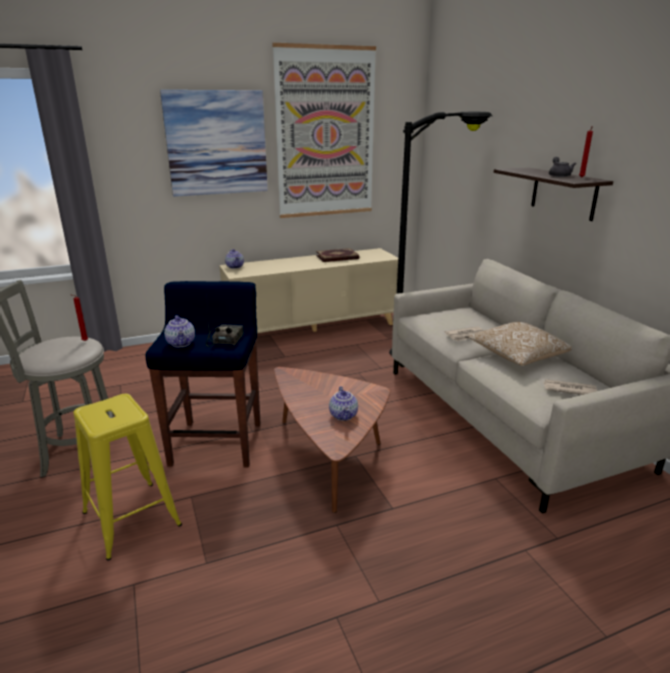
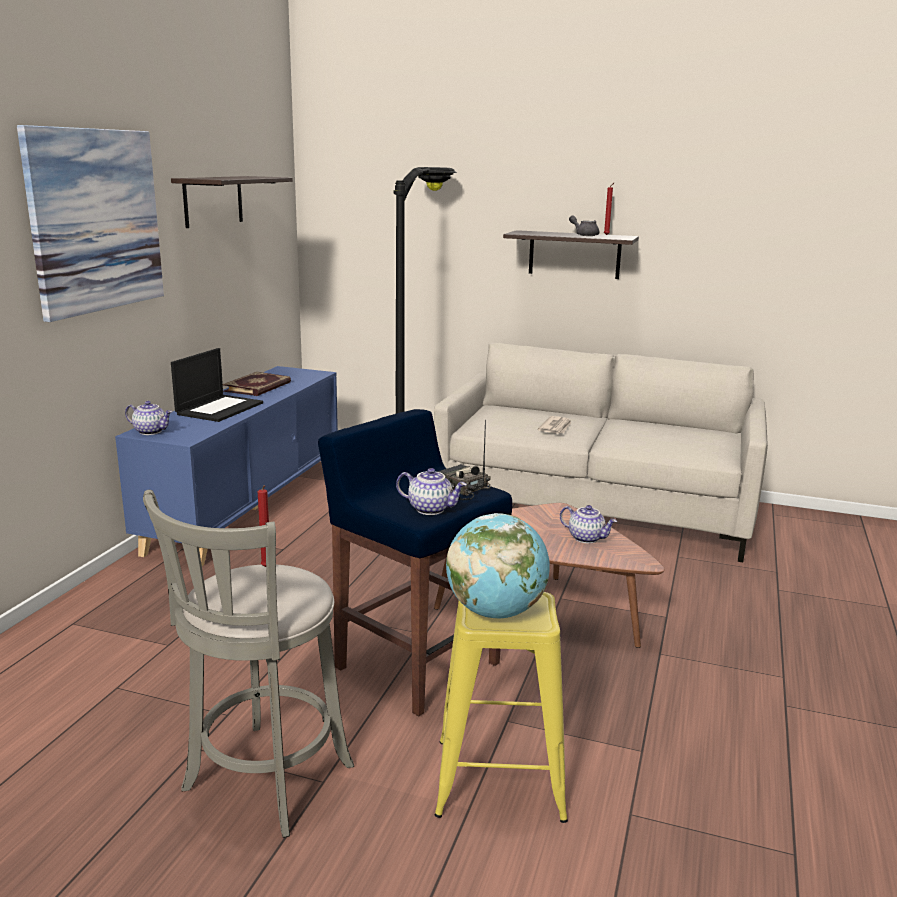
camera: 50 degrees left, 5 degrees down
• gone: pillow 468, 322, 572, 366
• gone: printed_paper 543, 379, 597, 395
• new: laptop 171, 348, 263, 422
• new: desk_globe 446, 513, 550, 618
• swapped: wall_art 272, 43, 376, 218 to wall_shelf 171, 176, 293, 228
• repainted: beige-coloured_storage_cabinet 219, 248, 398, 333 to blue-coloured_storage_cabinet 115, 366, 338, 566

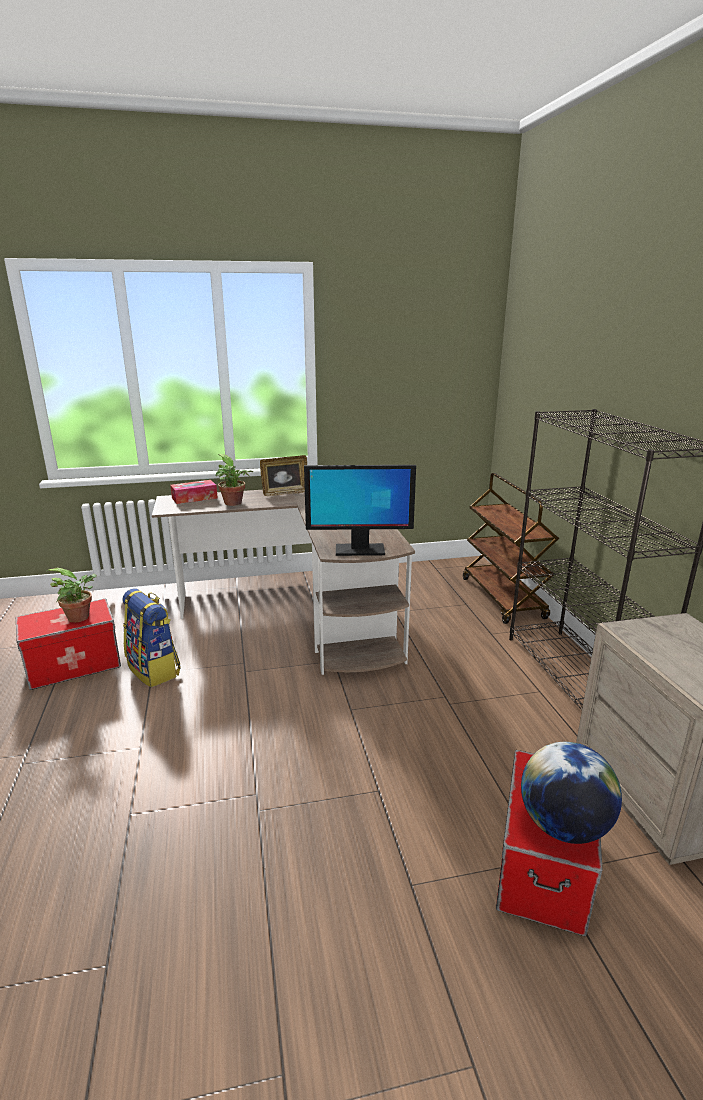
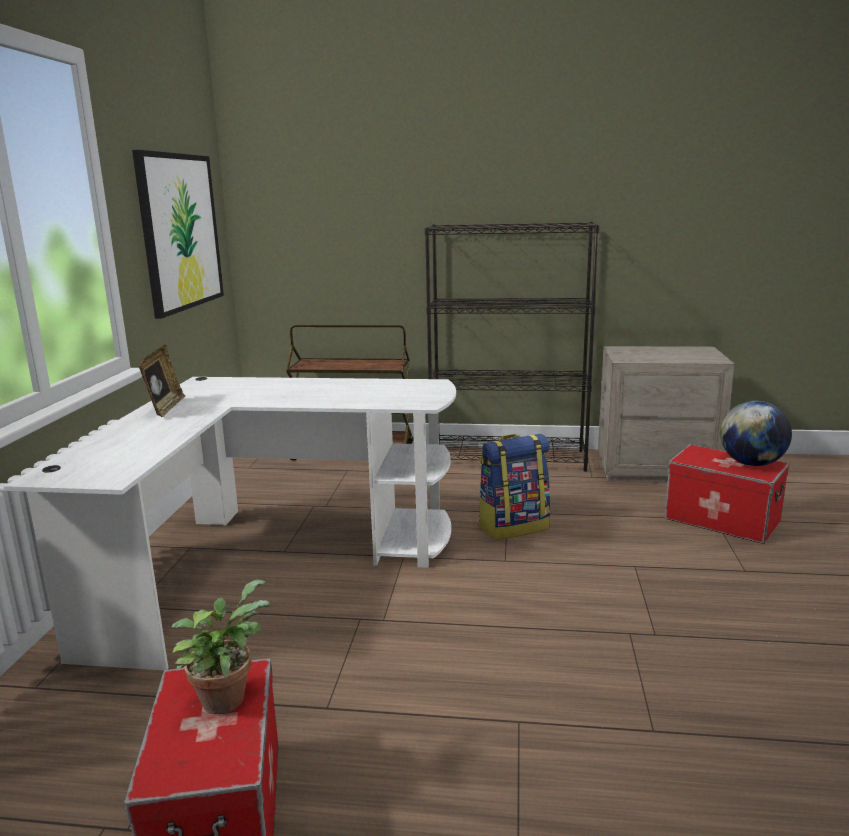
camera: 70 degrees left, 5 degrees down
• gone: tissue_box 170, 480, 218, 504
• gone: houseplant 216, 454, 253, 506
• gone: monitor 304, 465, 416, 556
• new: wall_art 132, 150, 224, 318
• shifted: backpack 123, 588, 181, 687 to 478, 434, 551, 540
• repainted: brown-coloured_desk_unit 152, 490, 415, 675 to whitish_desk_unit 3, 377, 456, 670

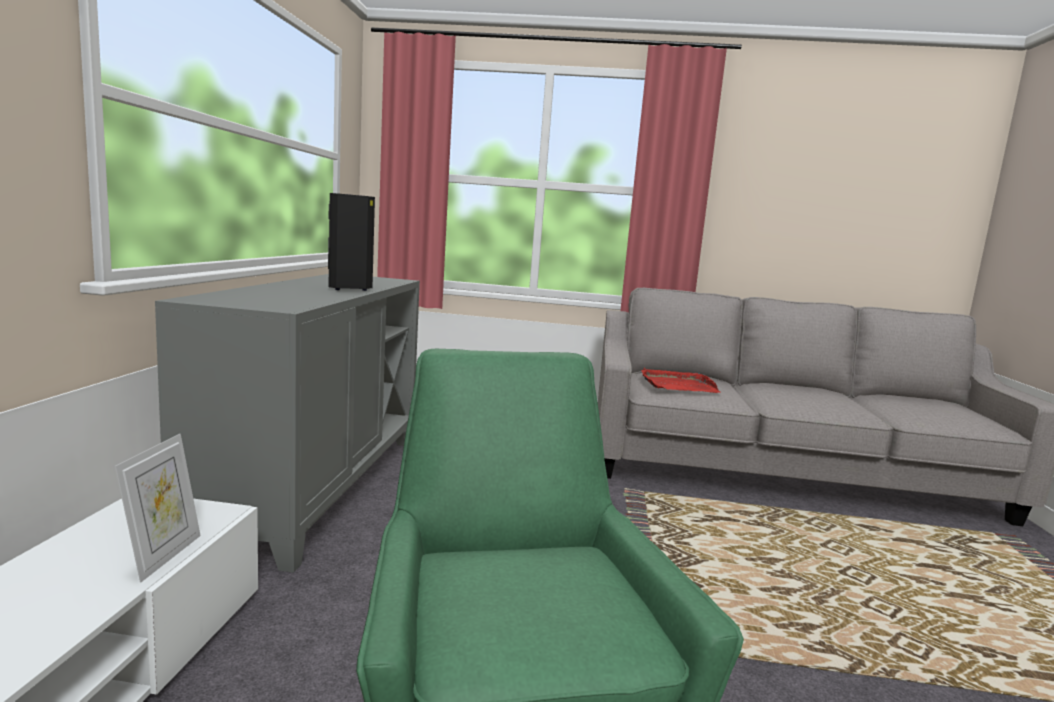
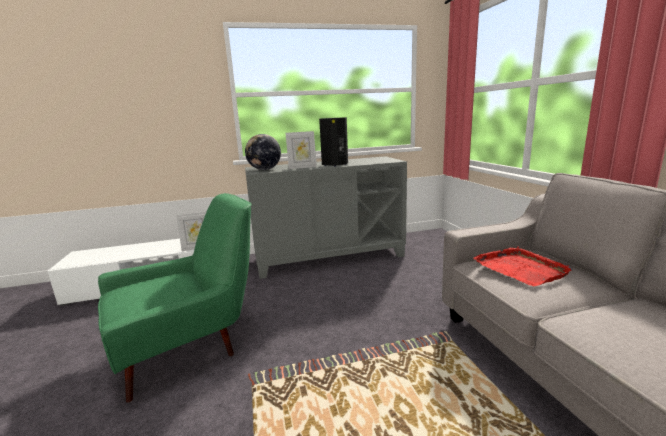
camera: 70 degrees right, 5 degrees up
• new: desk_globe 245, 134, 281, 170
• new: photo_frame 285, 131, 317, 169

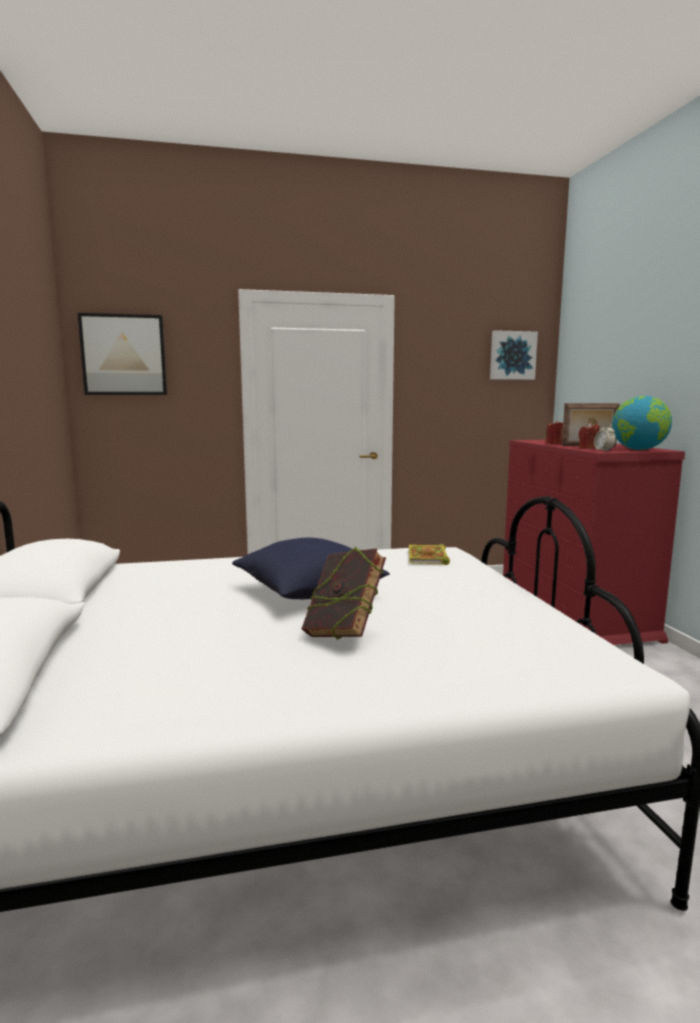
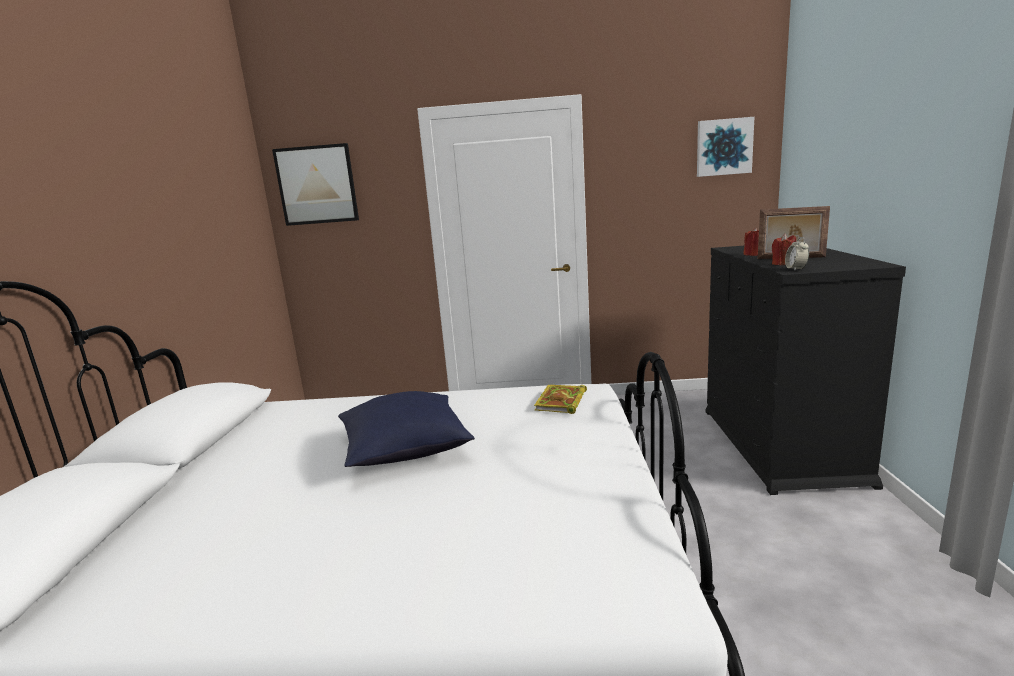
camera: 15 degrees right, 5 degrees up
• gone: bound_book 301, 547, 386, 640
• gone: desk_globe 612, 396, 672, 450
• repainted: red_dresser 503, 440, 685, 645 to blackish_dresser 706, 246, 906, 495

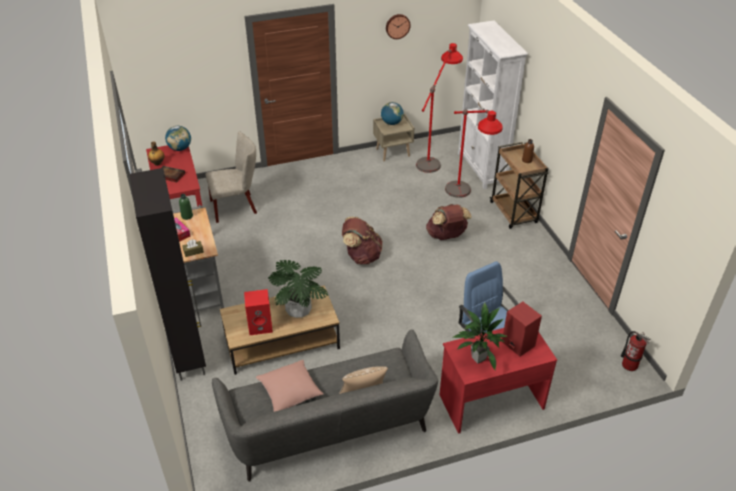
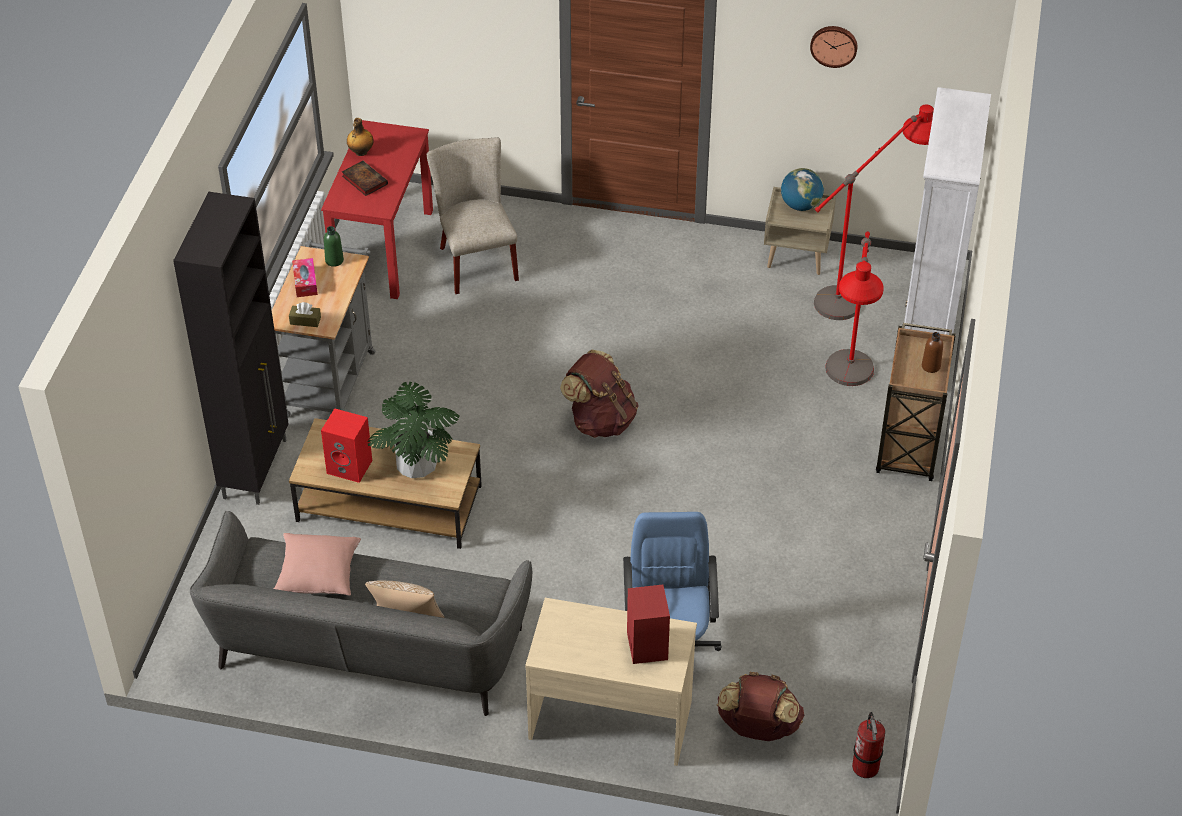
camera: 30 degrees right, 5 degrees up
• gone: desk_globe 165, 126, 191, 151
• gone: houseplant 453, 303, 507, 370
• shifted: brown-coloured_backpack 426, 204, 472, 240 to 717, 672, 804, 741
• repainted: red_desk_unit 439, 328, 557, 434 to beige-coloured_desk_unit 525, 598, 697, 766
• rotated: beige-coloured_chair 206, 131, 257, 223 = 427, 137, 519, 294 120 degrees counterclockwise

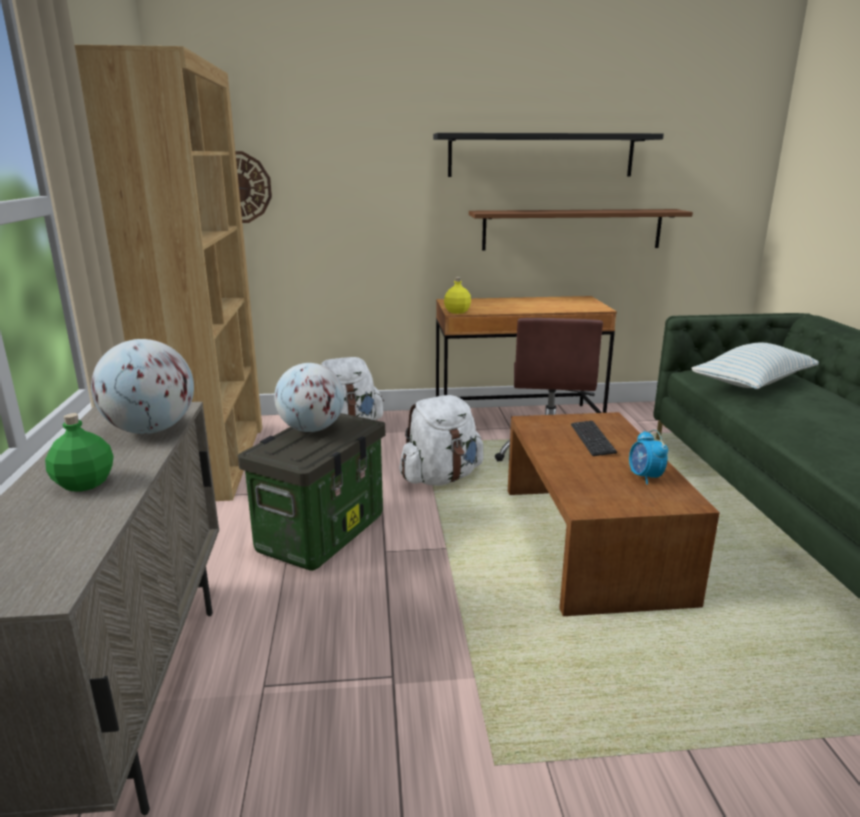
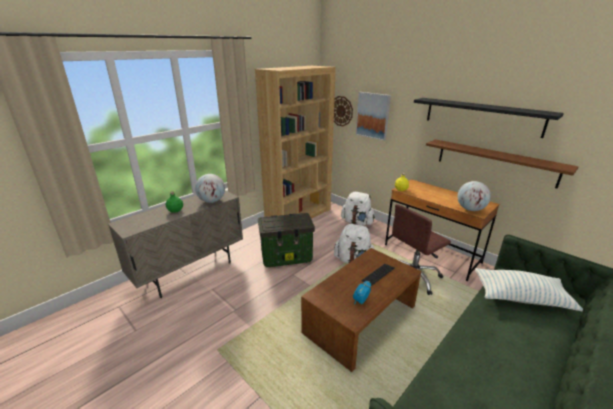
camera: 50 degrees right, 5 degrees up
• new: wall_art 356, 92, 391, 141
• shifted: desk_globe 274, 363, 344, 432 to 457, 181, 491, 211

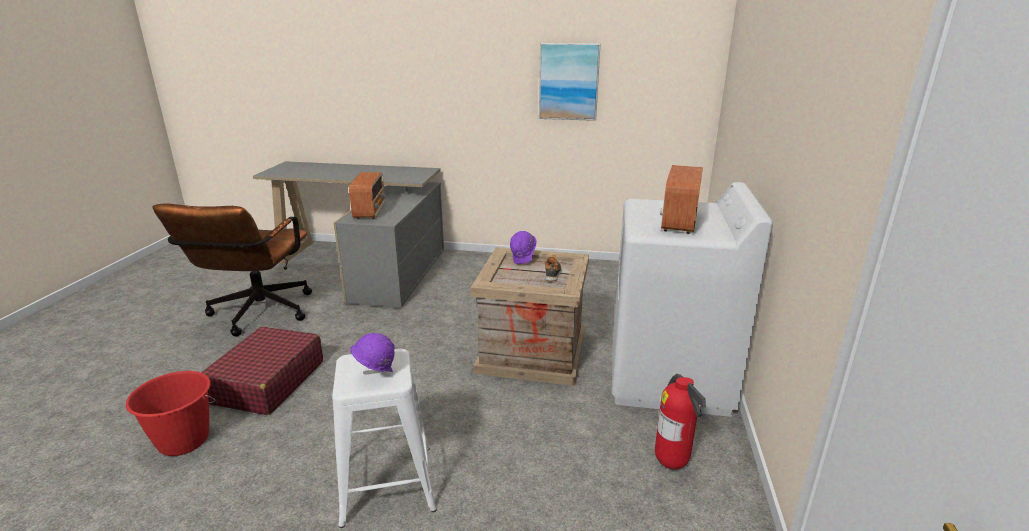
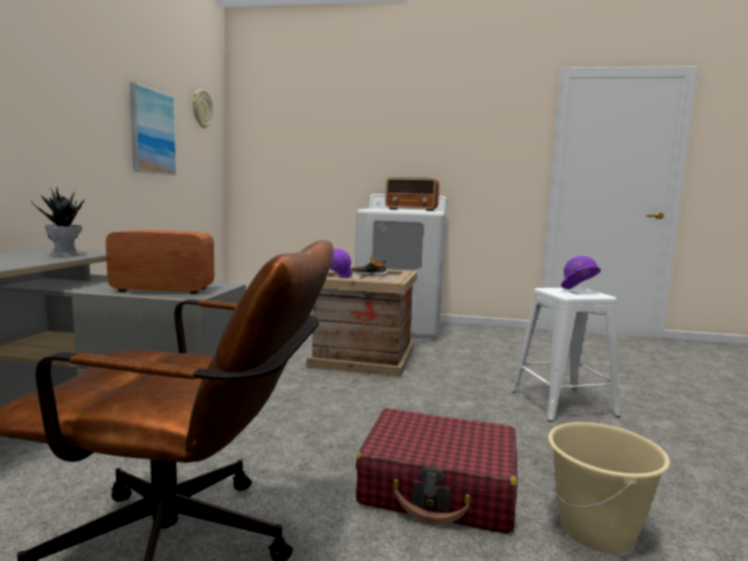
camera: 90 degrees left, 15 degrees down
• gone: fire-fighting_cylinder 655, 374, 706, 469
• new: houseplant 31, 187, 85, 256
• new: clock_on_the_wall 193, 89, 213, 128
• repainted: red_bucket 126, 371, 216, 456 to beige-coloured_bucket 548, 422, 670, 553

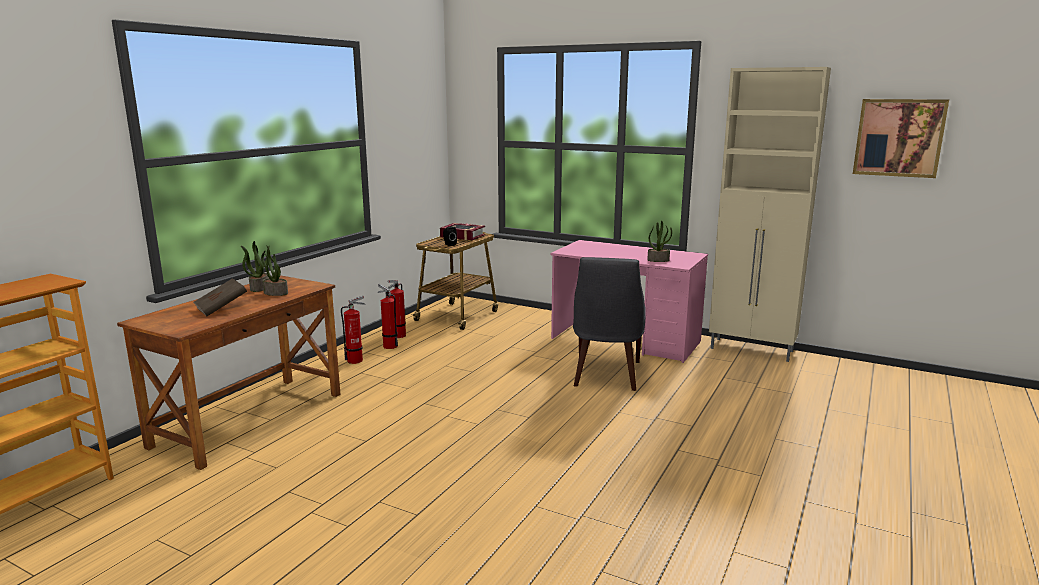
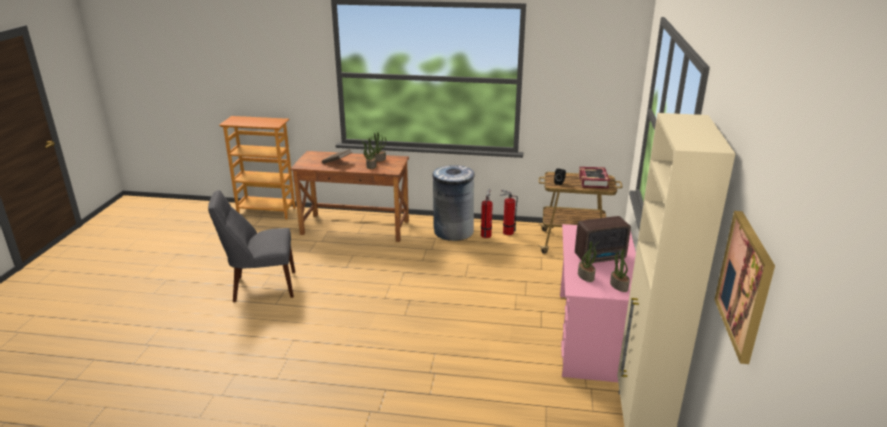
camera: 70 degrees right, 10 degrees up
• new: radio_receiver 575, 216, 631, 263
• new: houseplant 610, 249, 630, 292
• shifted: greyish_chair 573, 257, 646, 391 to 208, 190, 295, 302
• swapped: fire-fighting_cylinder 341, 296, 366, 364 to greyish_waste_bin 433, 165, 475, 241

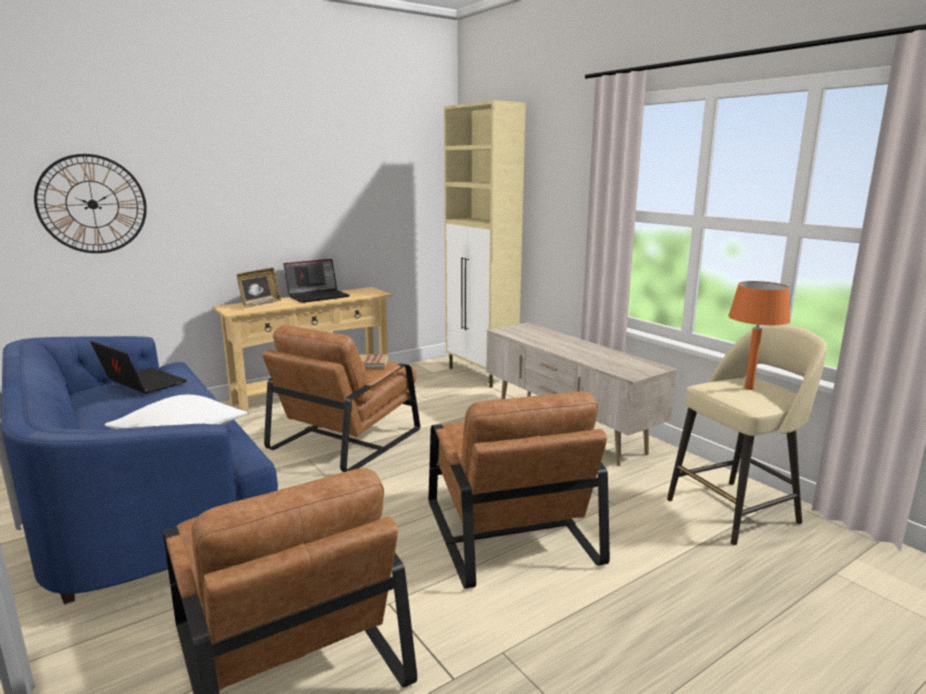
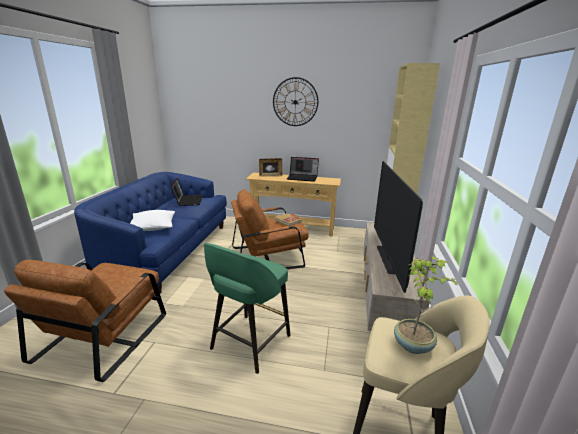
camera: 45 degrees right, 5 degrees up
• new: television 374, 161, 423, 293
• shifted: clock_on_the_wall 34, 154, 147, 253 to 273, 77, 318, 126
• swapped: brown-coloured_lounge_chair 428, 391, 610, 589 to green-coloured_stool_seat 204, 243, 290, 374
• swapped: orangey_lamp_for_a_table 728, 281, 791, 390 to houseplant 394, 256, 458, 354

